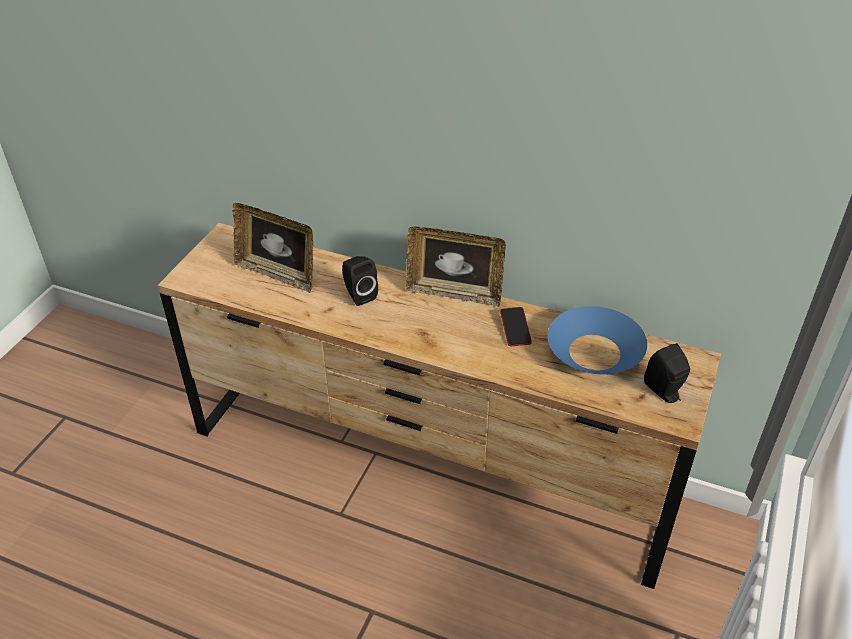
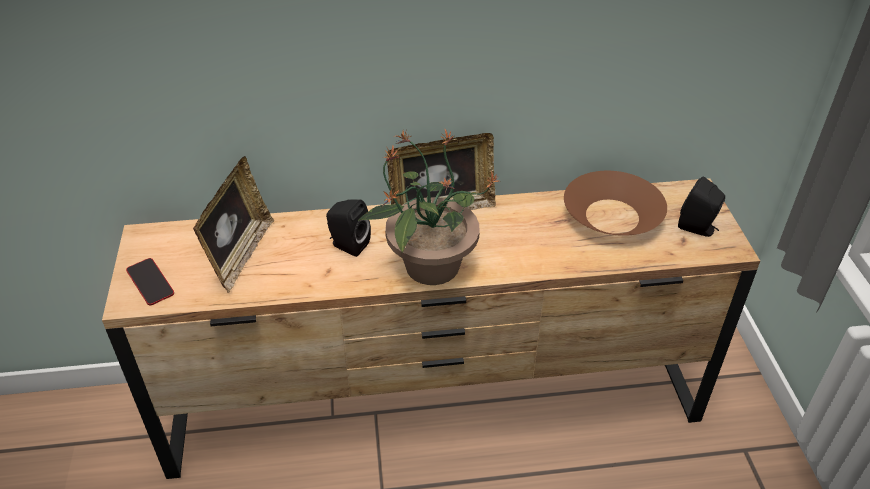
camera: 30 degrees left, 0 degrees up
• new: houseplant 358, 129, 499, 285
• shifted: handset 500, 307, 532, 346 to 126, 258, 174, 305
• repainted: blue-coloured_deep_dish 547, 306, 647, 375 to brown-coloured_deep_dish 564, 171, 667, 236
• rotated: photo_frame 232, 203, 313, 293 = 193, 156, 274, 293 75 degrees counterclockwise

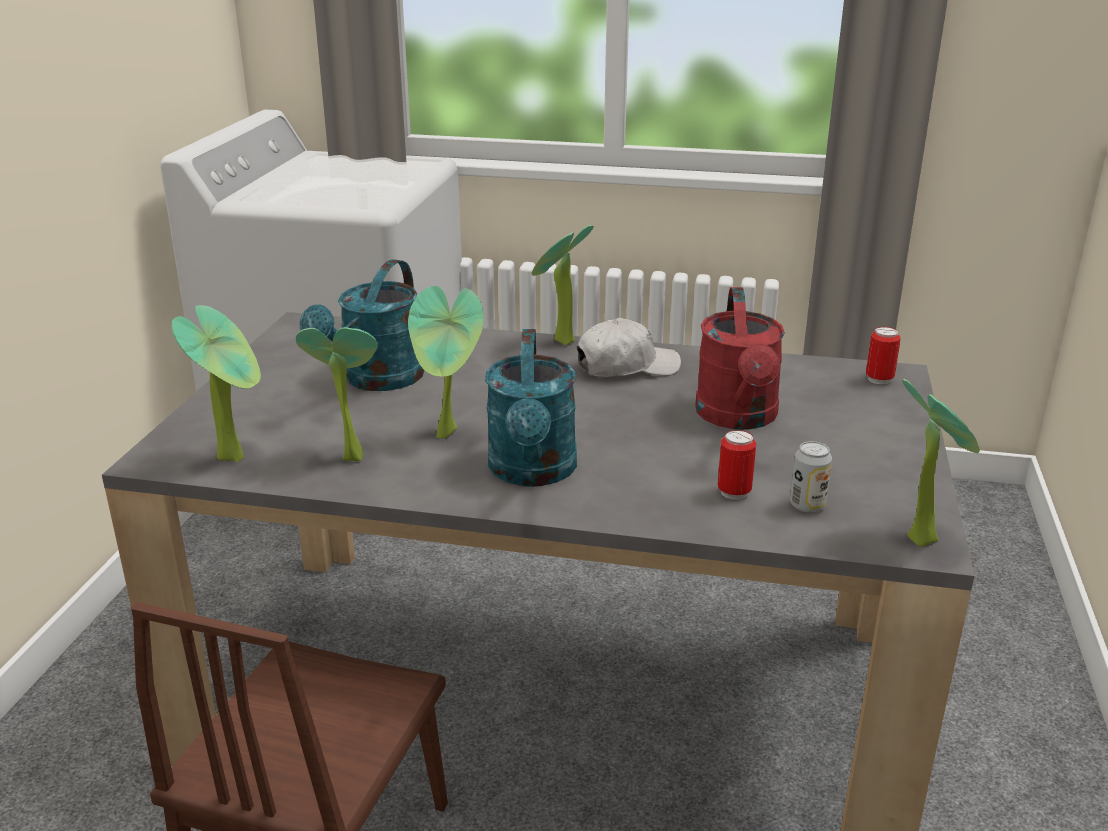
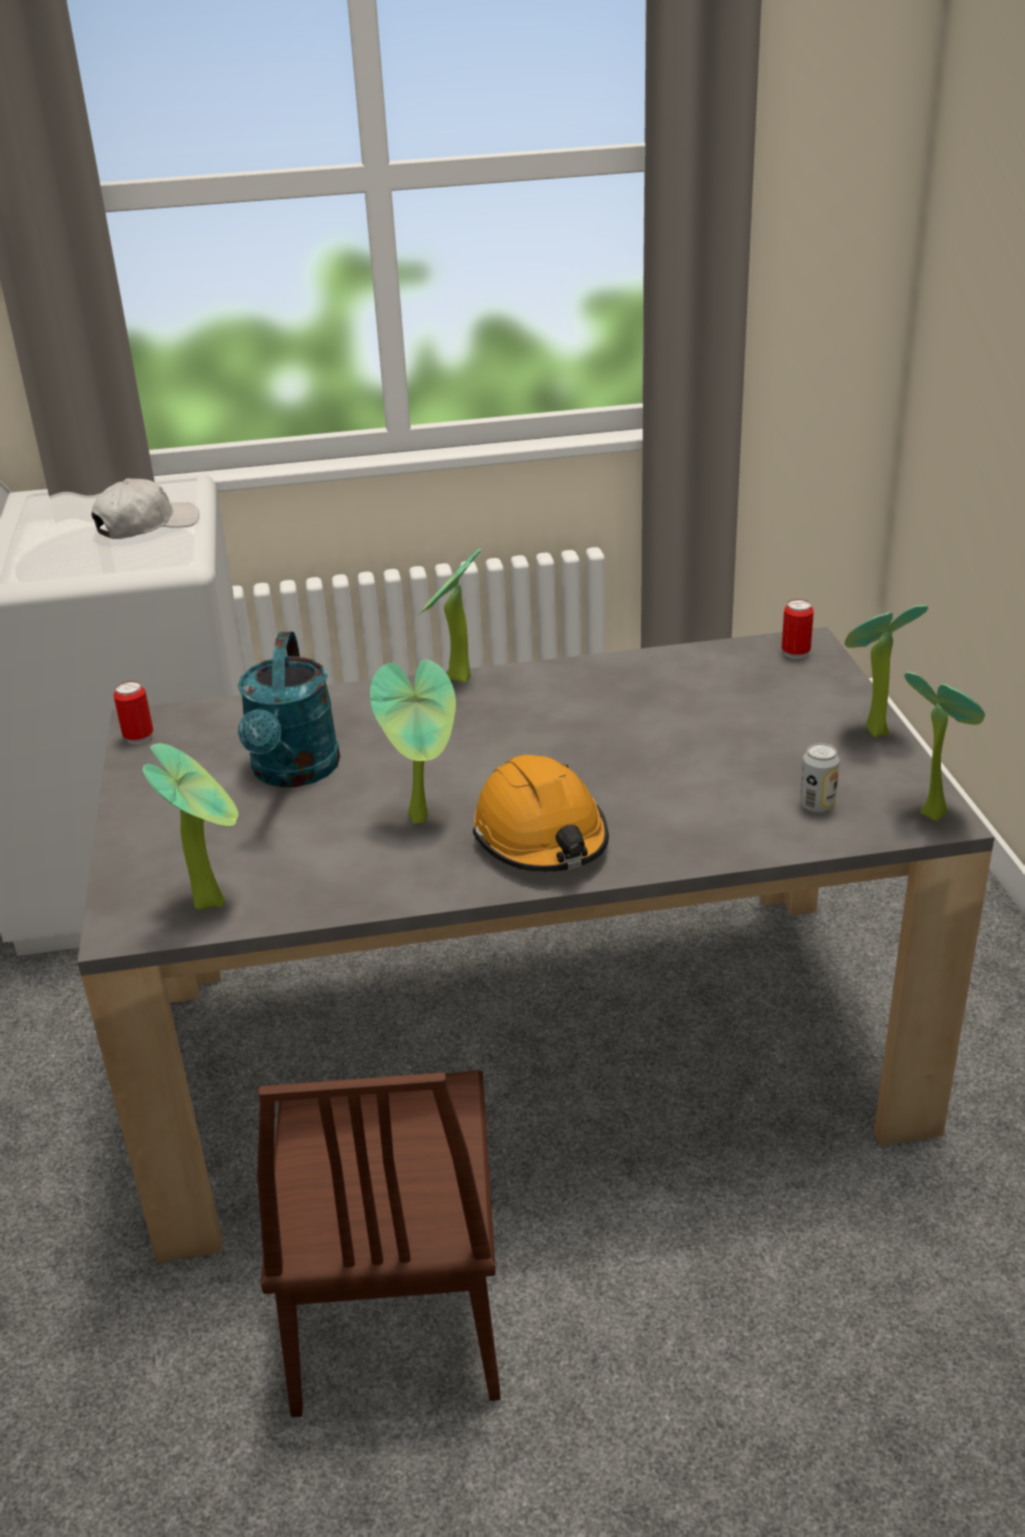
camera: 20 degrees left, 5 degrees up
• gone: red_watering_can 695, 287, 785, 430
• shifted: houseplant 296, 327, 378, 461 to 844, 605, 928, 737
• shifted: whitish_peaked_cap 577, 318, 681, 377 to 91, 478, 199, 539
• shifted: metal_can 718, 430, 756, 500 to 113, 681, 153, 744
• swapped: turquoise-coloured_watering_can 485, 329, 577, 487 to orangey_hard_hat 473, 755, 609, 872

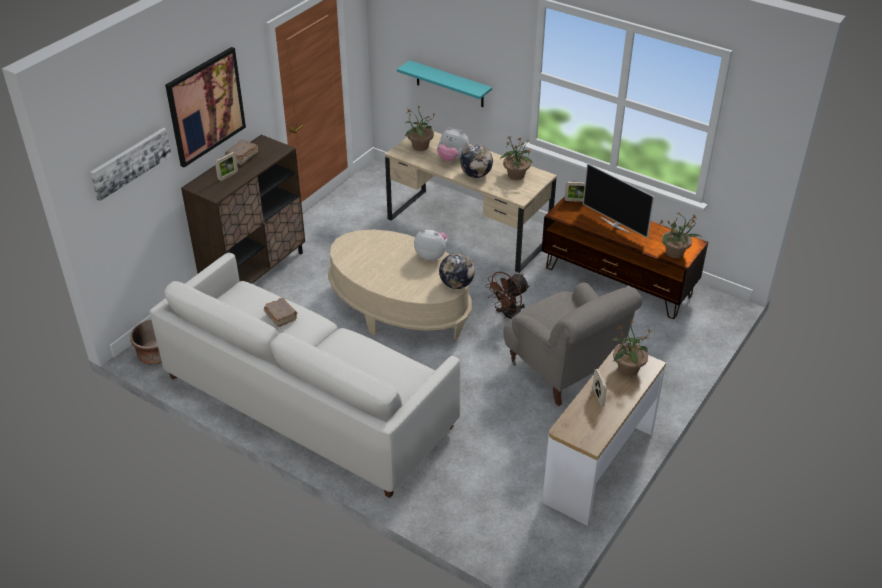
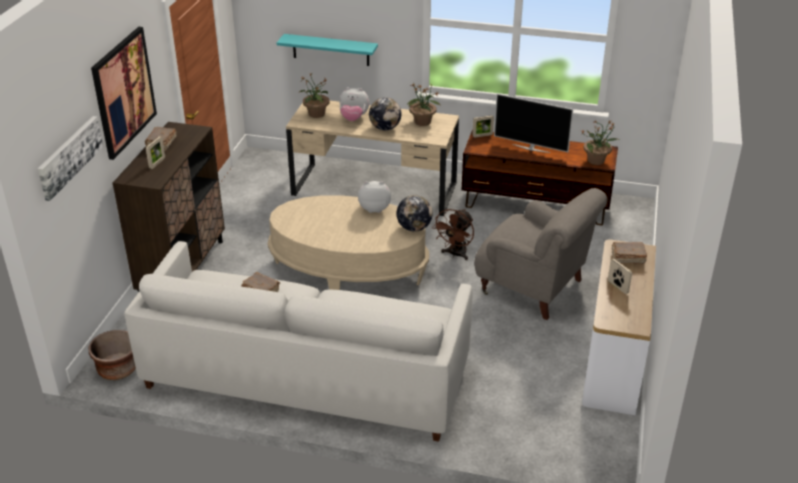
camera: 20 degrees left, 5 degrees down
• swapped: houseplant 611, 321, 653, 376 to brown-coloured_bound_book 612, 242, 647, 264

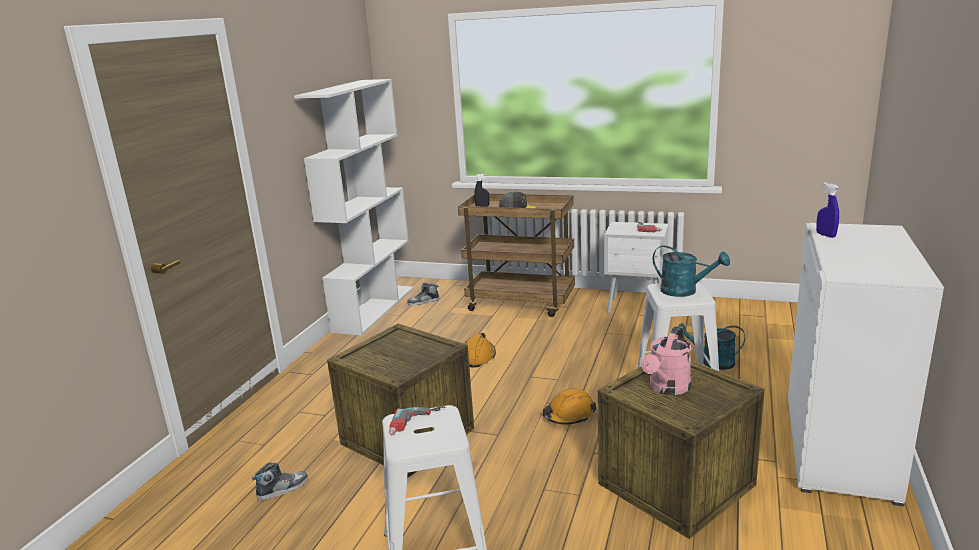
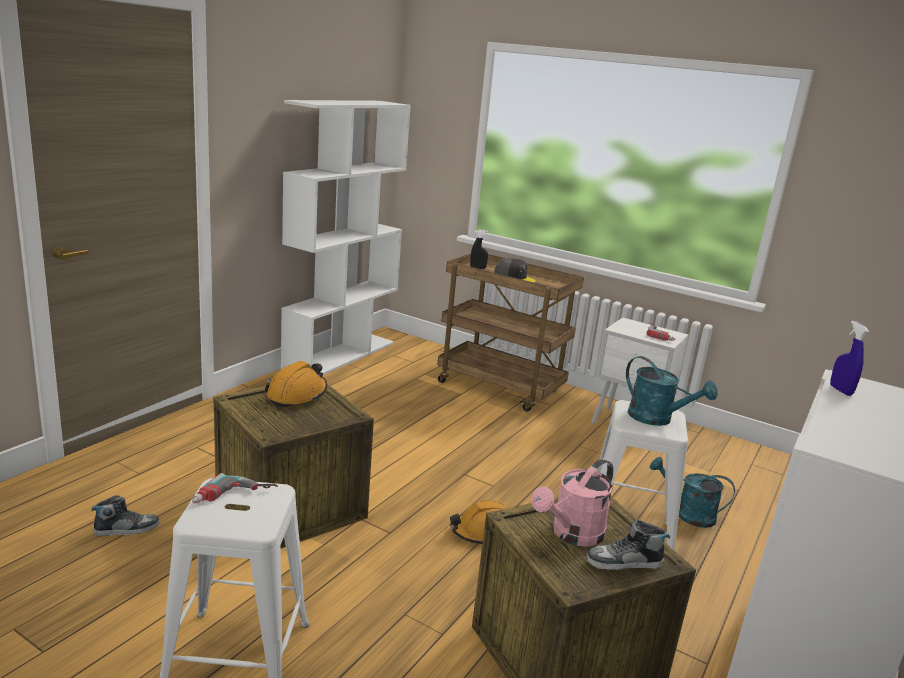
camera: 10 degrees right, 0 degrees up
• shifted: item_of_footwear 407, 283, 439, 306 to 587, 520, 670, 570
• shifted: orangey_hard_hat 464, 333, 496, 367 to 264, 361, 327, 408

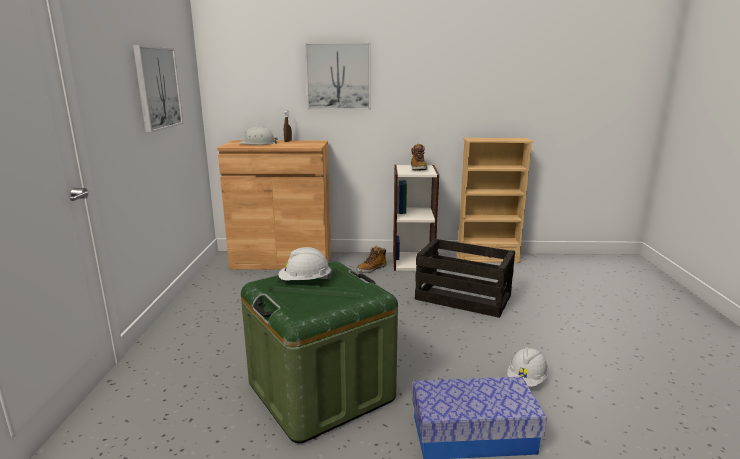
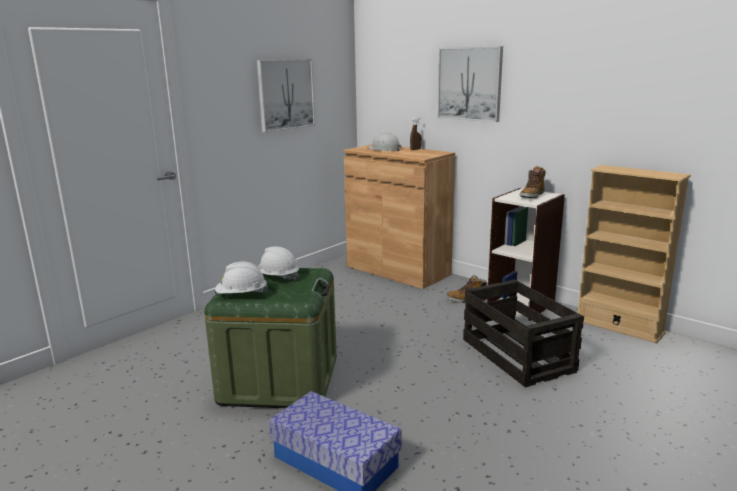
camera: 40 degrees right, 0 degrees up
• shifted: whitish_hard_hat 507, 347, 549, 387 to 215, 261, 268, 294

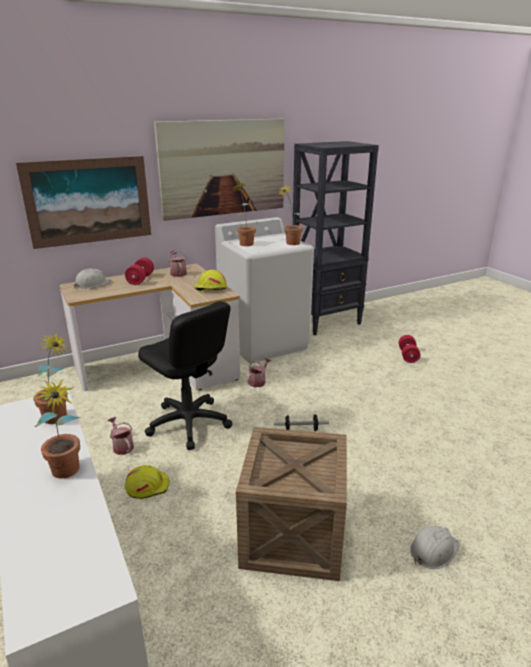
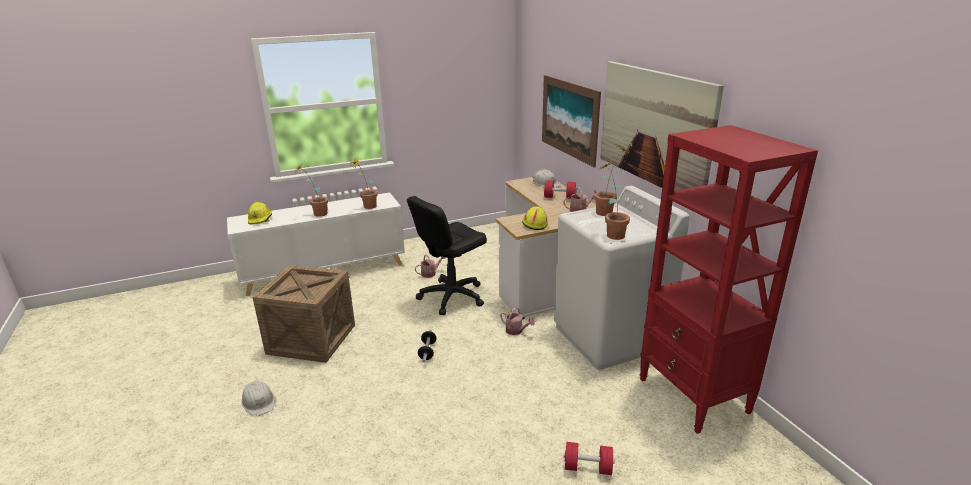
camera: 95 degrees right, 0 degrees up
• shifted: yellow-coloured_hard_hat 125, 465, 170, 499 to 248, 202, 272, 225
• repainted: blackish_bookshelf 293, 141, 379, 336 to red_bookshelf 639, 125, 818, 434

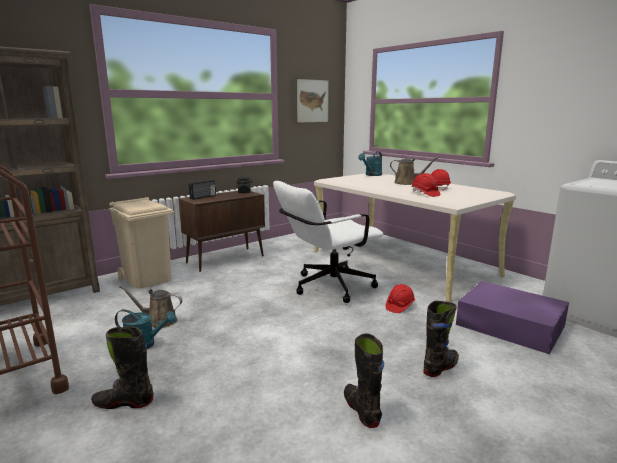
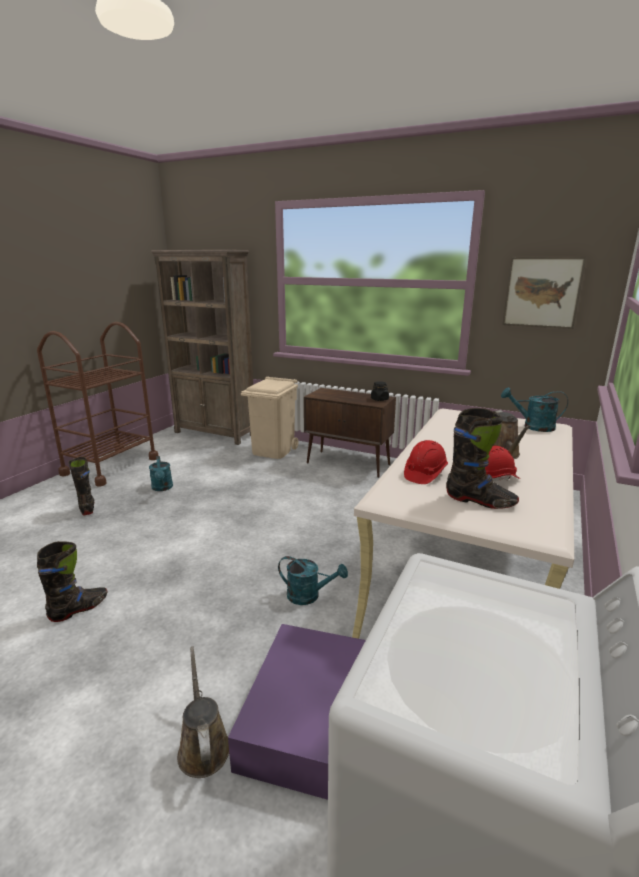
camera: 65 degrees right, 5 degrees up
• gone: radio_receiver 189, 180, 216, 200
• gone: whitish_computer_chair 273, 181, 383, 303
• shifted: brown-coloured_watering_can 120, 286, 182, 328 to 177, 646, 229, 778
• shifted: blackish_tall_boot 423, 301, 459, 377 to 446, 408, 519, 509
• swapped: red_hard_hat 385, 284, 415, 313 to turquoise-coloured_watering_can 278, 556, 348, 605

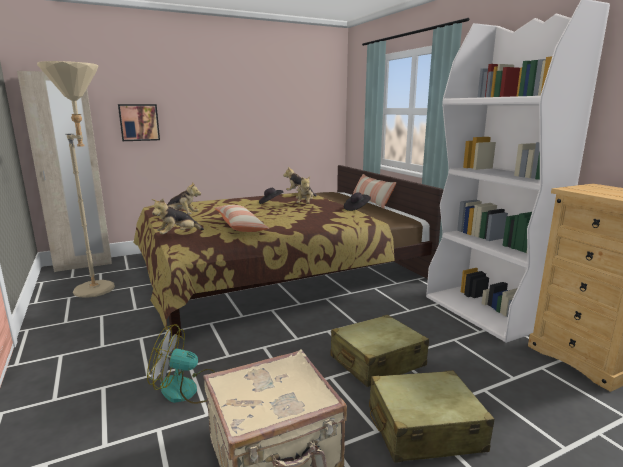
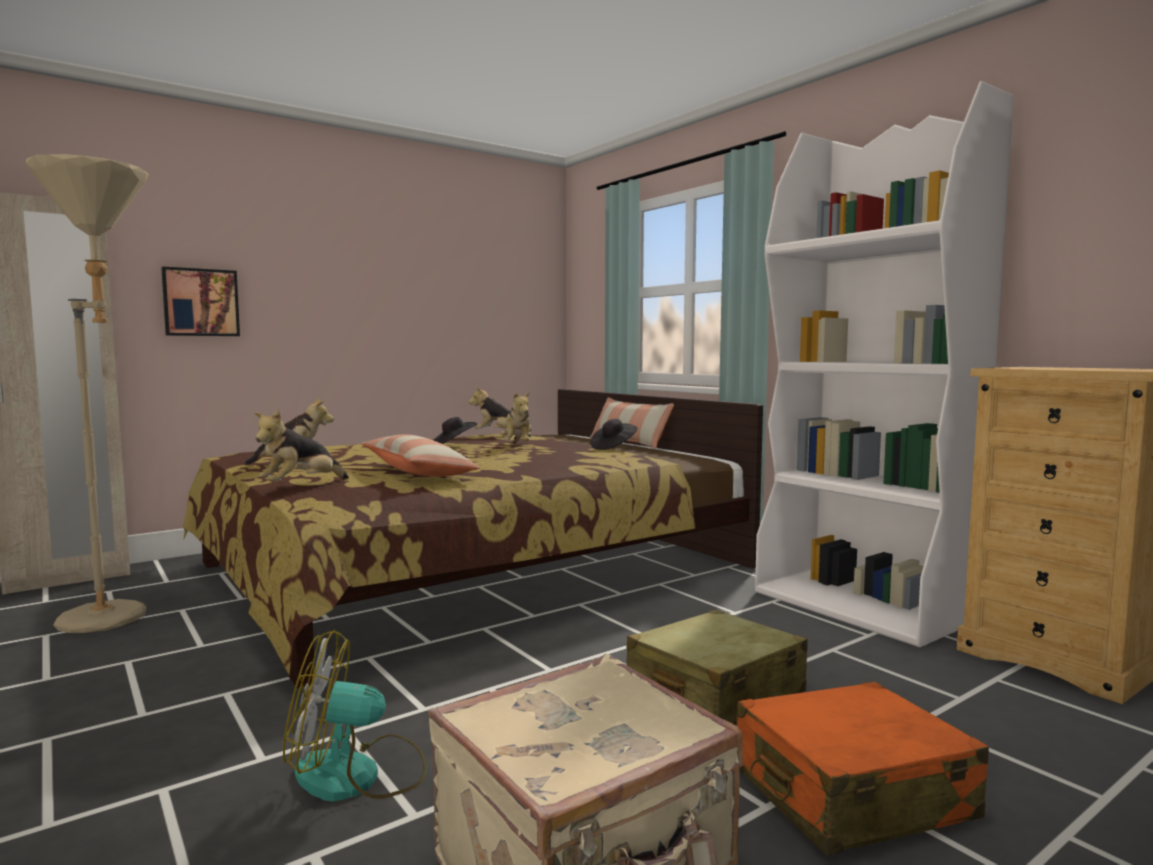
camera: 10 degrees left, 10 degrees down
• repainted: beige-coloured_suitcase 369, 370, 494, 463 to orangey_suitcase 737, 681, 989, 855

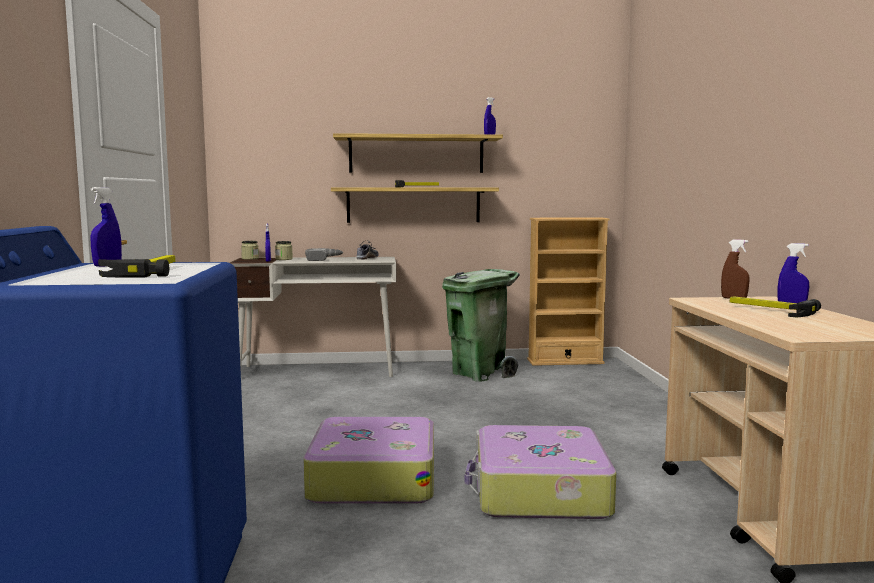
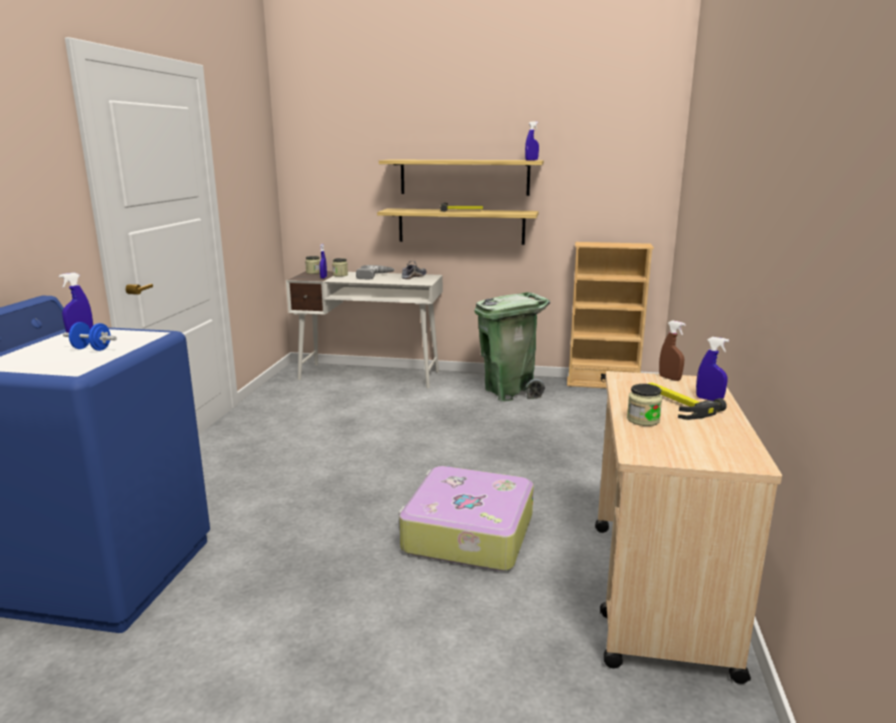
camera: 15 degrees right, 10 degrees up
• gone: suitcase 303, 417, 434, 503
• new: jar 627, 384, 662, 426
• swapped: hand_hammer 98, 255, 175, 278 to blue-coloured_hand_weight 63, 322, 117, 351

